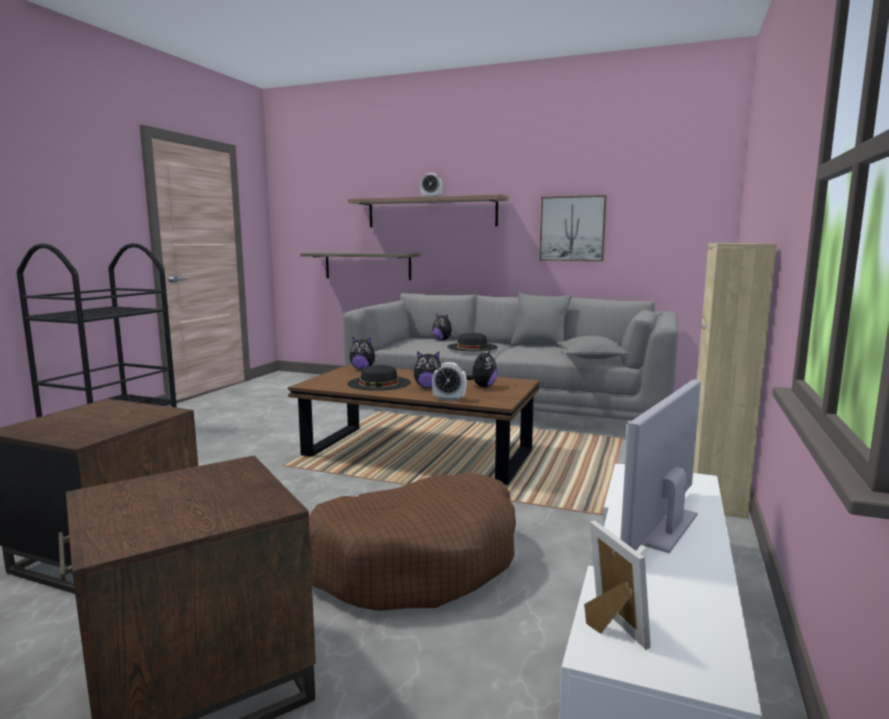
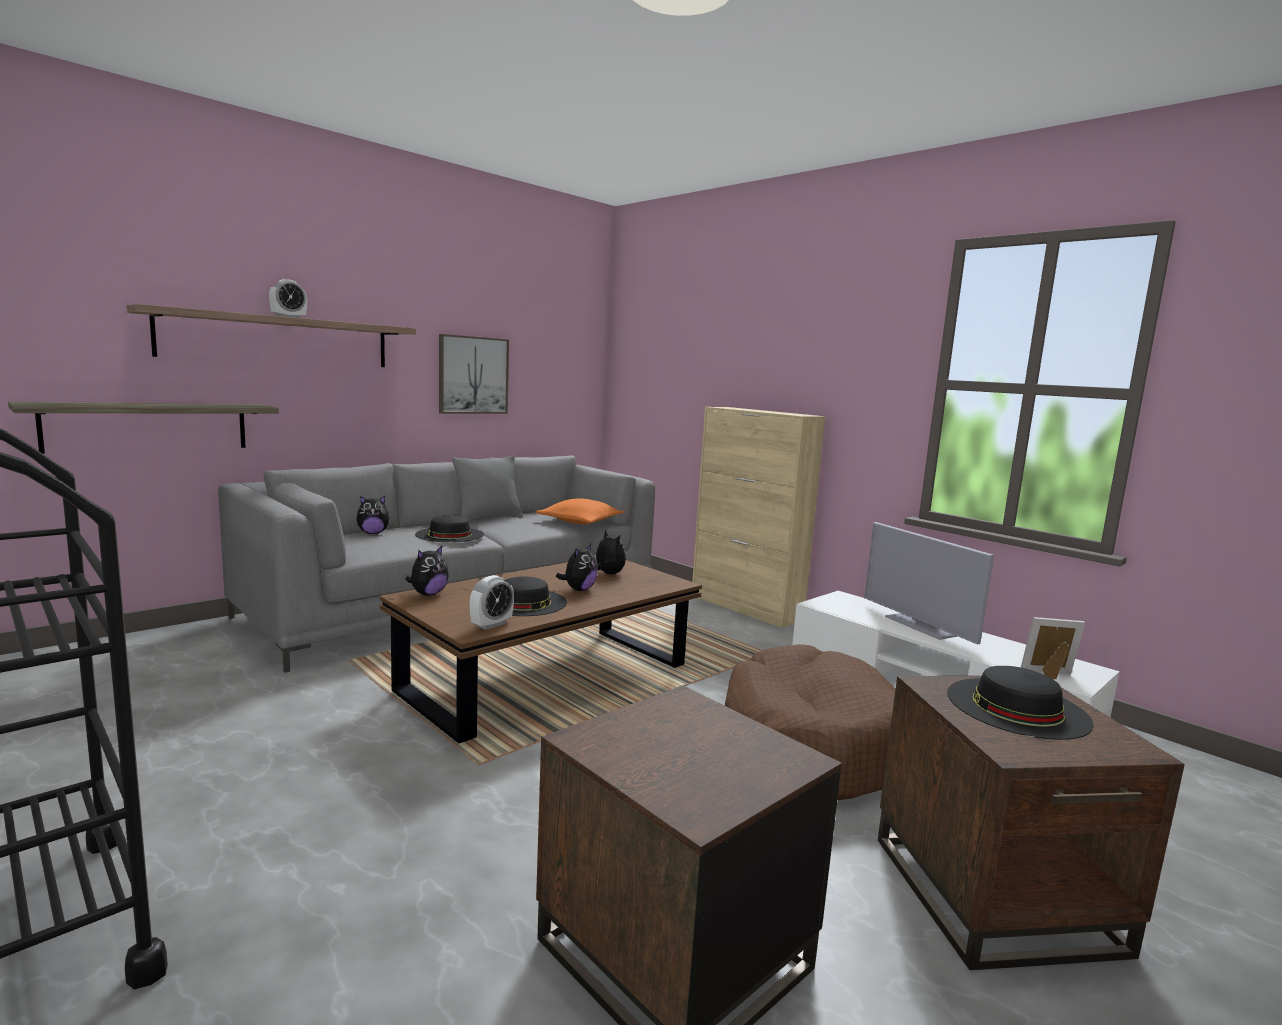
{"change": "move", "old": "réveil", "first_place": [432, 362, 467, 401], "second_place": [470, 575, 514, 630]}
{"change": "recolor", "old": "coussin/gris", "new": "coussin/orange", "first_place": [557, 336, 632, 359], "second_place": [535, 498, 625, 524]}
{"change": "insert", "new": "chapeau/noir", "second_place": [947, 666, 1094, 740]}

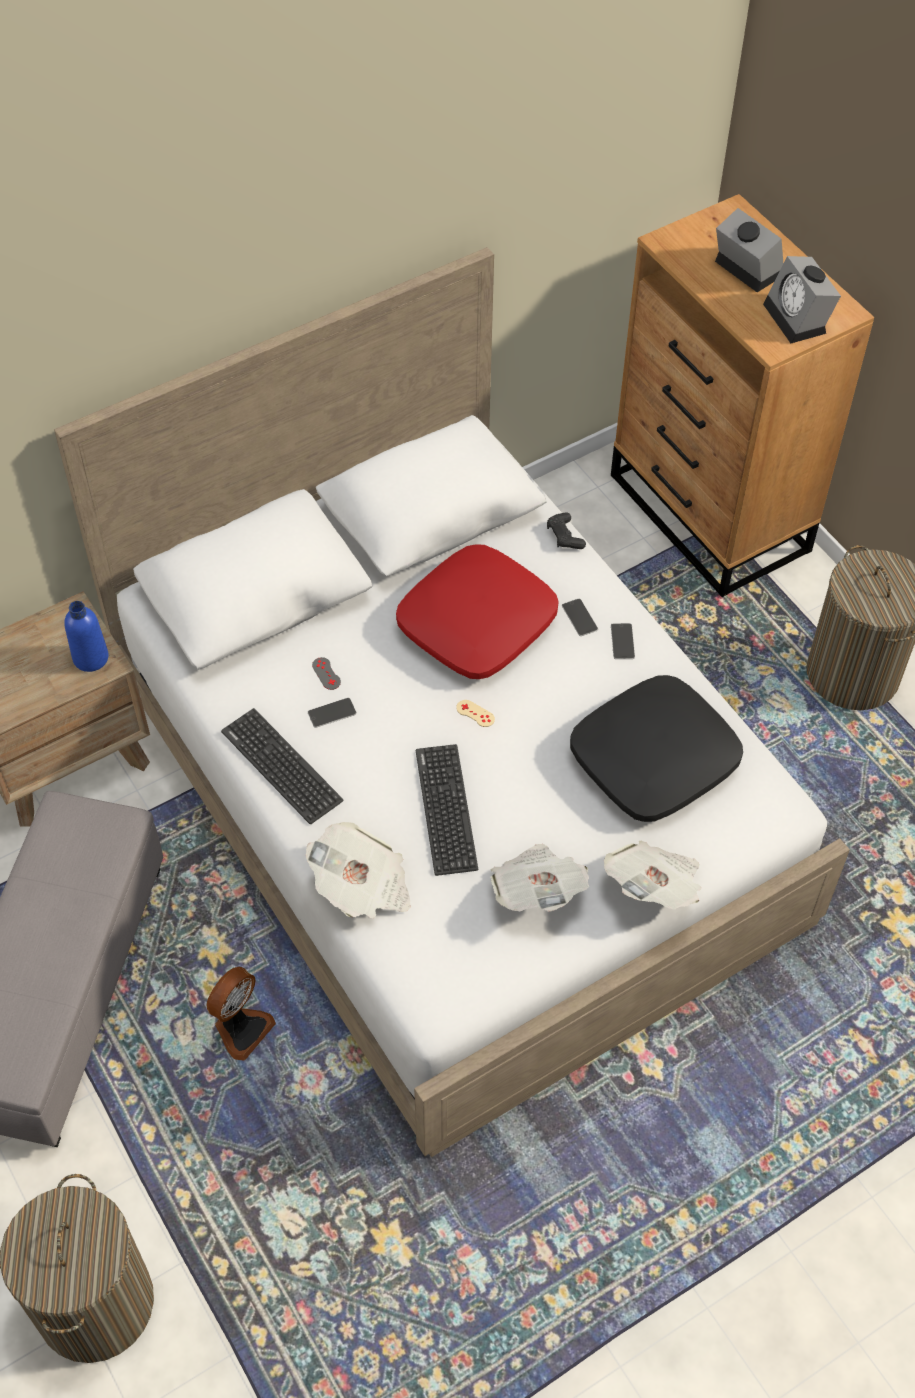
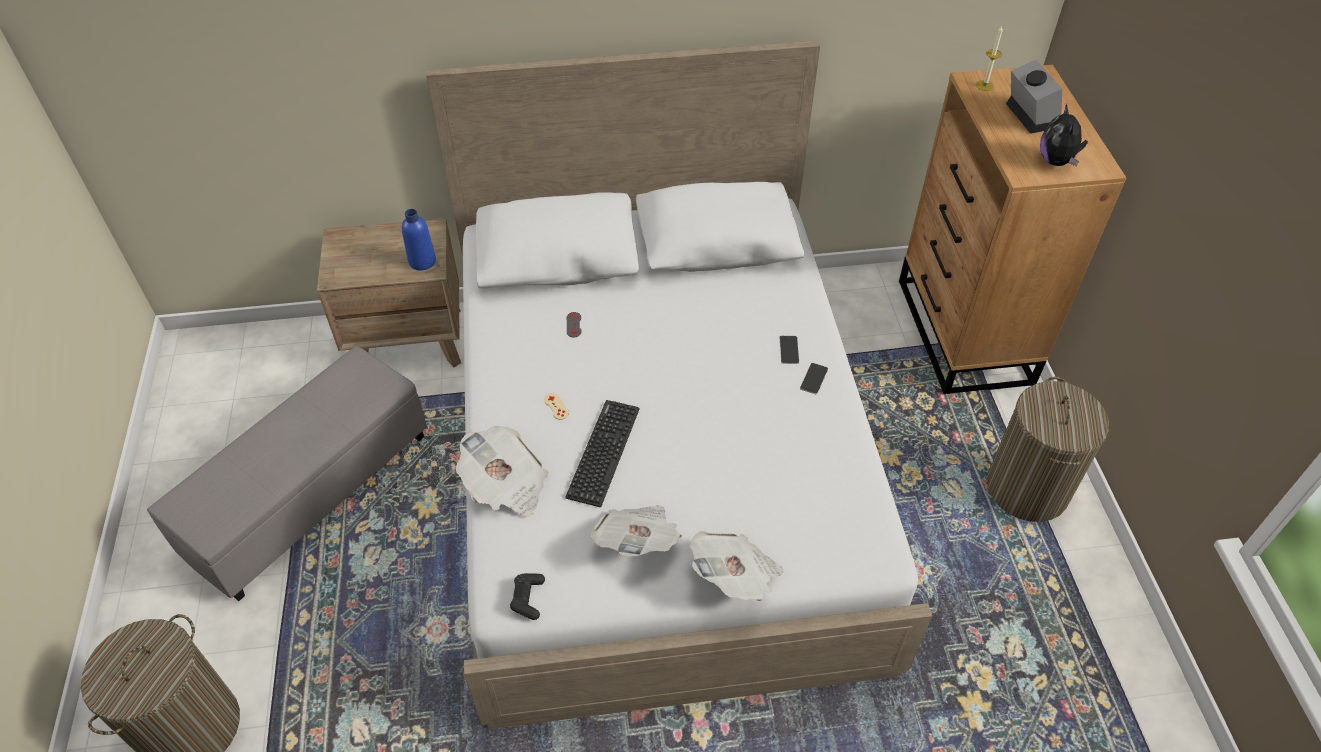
{"change": "move", "old": "manette/noir", "first_place": [547, 512, 586, 549], "second_place": [510, 573, 545, 620]}
{"change": "move", "old": "manette/beige", "first_place": [456, 700, 495, 727], "second_place": [544, 393, 569, 420]}
{"change": "insert", "new": "bougie", "second_place": [976, 26, 1003, 91]}
{"change": "replace", "old": "réveil", "new": "peluche", "first_place": [763, 256, 841, 343], "second_place": [1040, 104, 1088, 167]}
{"change": "delete", "old": "ventilateur", "first_place": [206, 967, 276, 1061]}
{"change": "delete", "old": "clavier", "first_place": [221, 708, 343, 824]}
{"change": "delete", "old": "téléphone", "first_place": [308, 698, 357, 728]}
{"change": "delete", "old": "coussin/rouge", "first_place": [396, 544, 558, 679]}
{"change": "delete", "old": "coussin/noir", "first_place": [570, 675, 743, 822]}

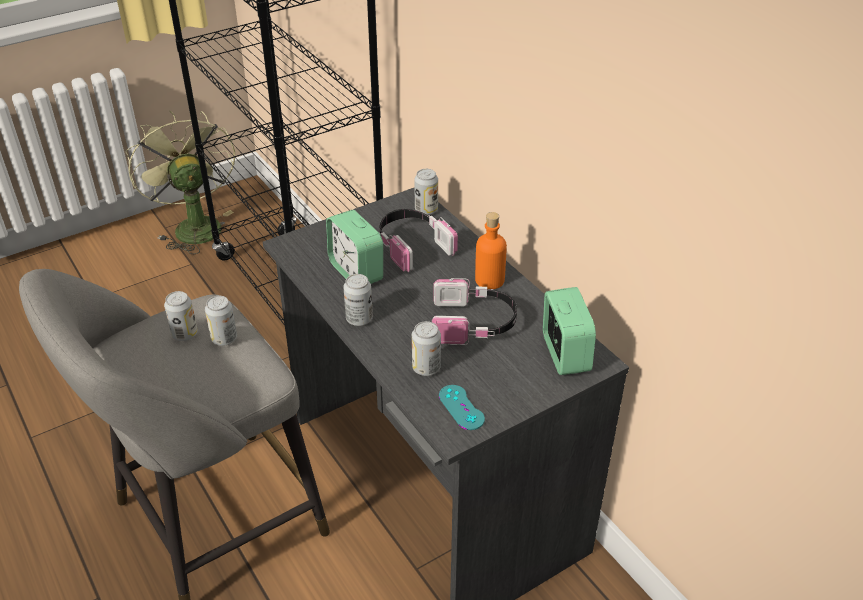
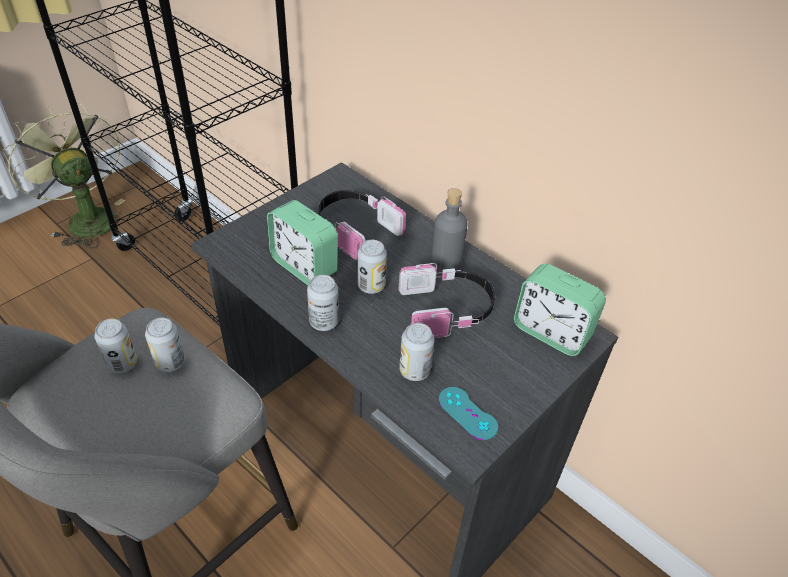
{"change": "move", "old": "boîte métallique", "first_place": [414, 169, 438, 215], "second_place": [357, 240, 387, 294]}
{"change": "recolor", "old": "bouteille/orange", "new": "bouteille/gris", "first_place": [475, 212, 507, 289], "second_place": [432, 188, 468, 269]}
{"change": "rotate", "old": "réveil", "first_place": [543, 287, 596, 375], "second_place": [514, 264, 606, 356], "degrees": 150}

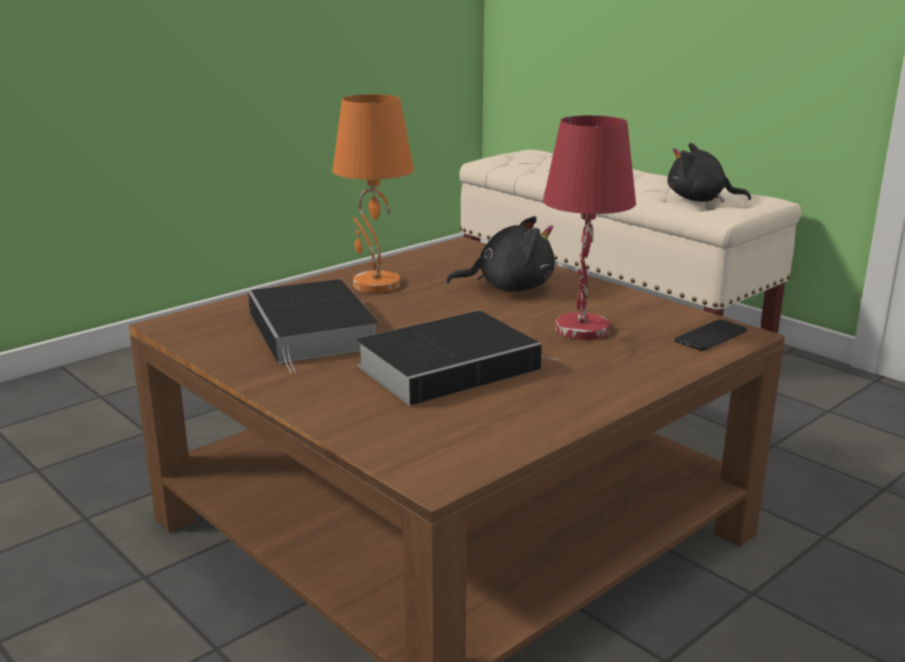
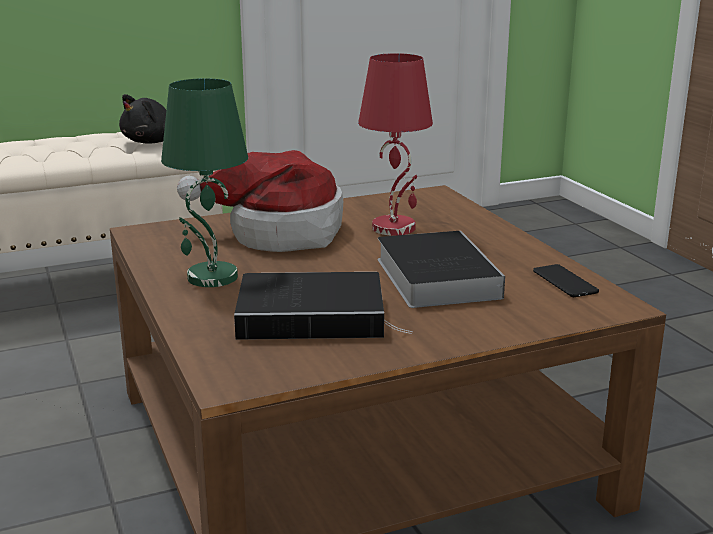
{"change": "recolor", "old": "lampe de table/orange", "new": "lampe de table/vert", "first_place": [333, 94, 414, 293], "second_place": [161, 78, 248, 287]}
{"change": "replace", "old": "peluche/noir", "new": "chapeau", "first_place": [446, 216, 555, 292], "second_place": [177, 150, 343, 252]}
{"change": "move", "old": "téléphone", "first_place": [675, 319, 747, 351], "second_place": [533, 264, 599, 297]}

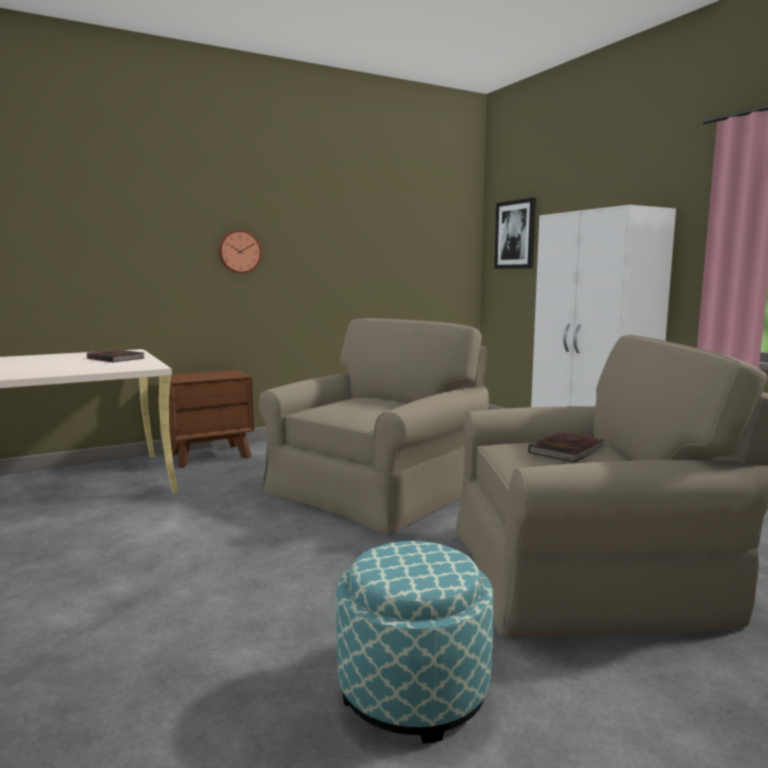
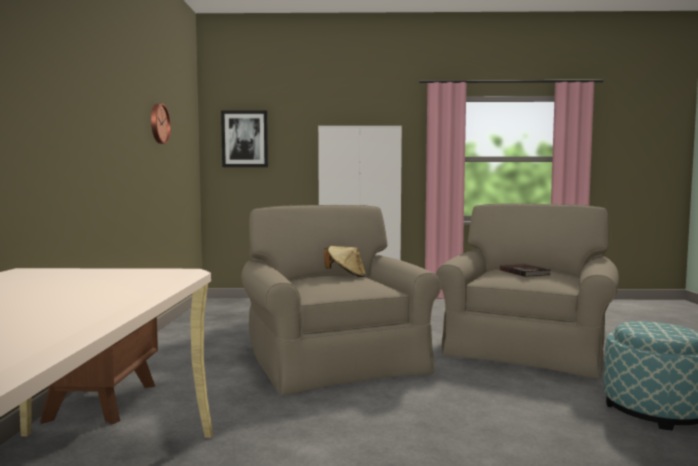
{"change": "move", "old": "horloge murale", "first_place": [218, 230, 262, 274], "second_place": [151, 103, 171, 144]}
{"change": "insert", "new": "chapeau/beige", "second_place": [324, 246, 366, 277]}
{"change": "delete", "old": "livre/marron", "first_place": [87, 349, 144, 363]}

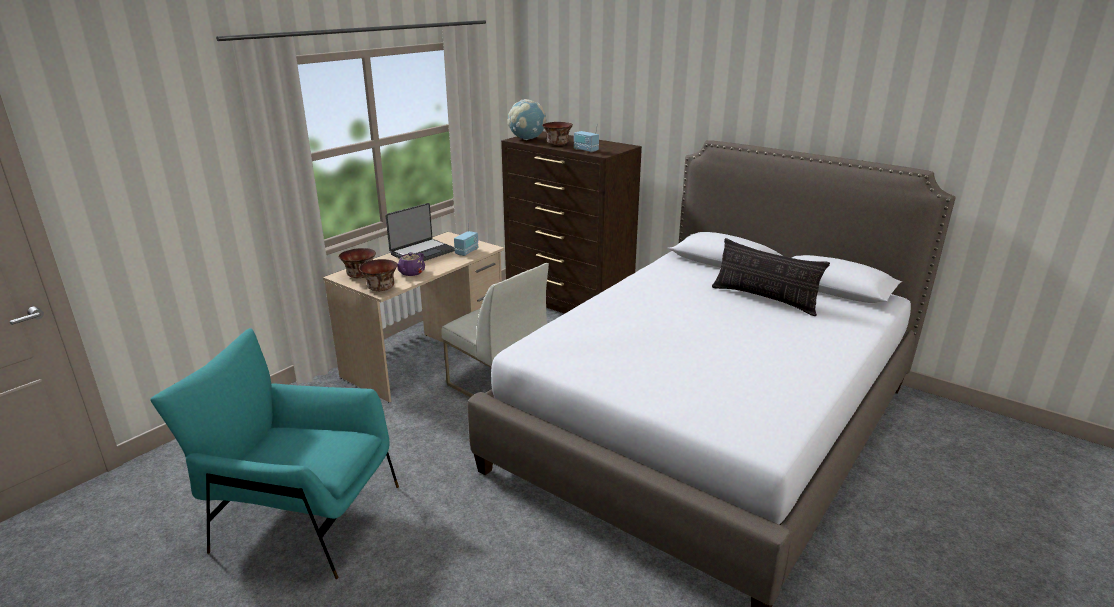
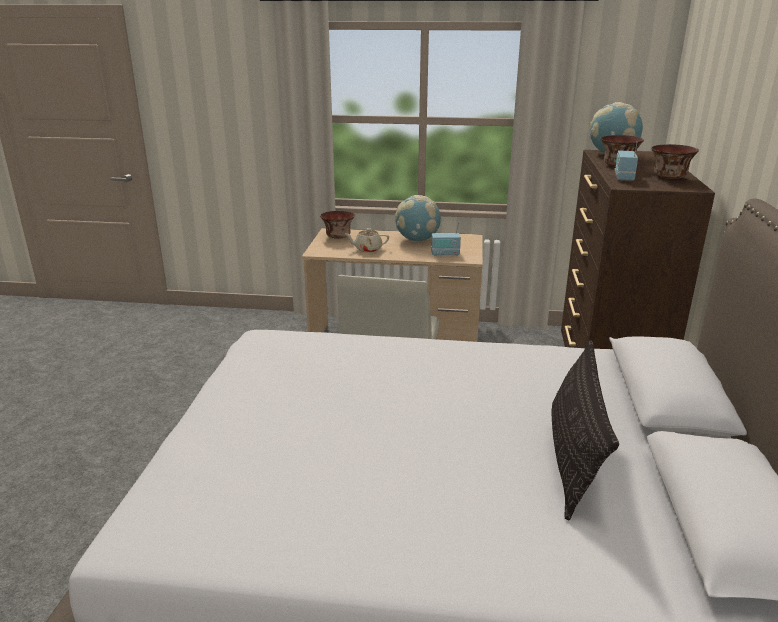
{"change": "recolor", "old": "théière/violet", "new": "théière/beige", "first_place": [397, 252, 425, 276], "second_place": [345, 228, 389, 253]}
{"change": "replace", "old": "ordinateur portable", "new": "globe", "first_place": [385, 203, 455, 261], "second_place": [395, 195, 441, 242]}
{"change": "move", "old": "bol", "first_place": [359, 259, 397, 291], "second_place": [651, 144, 699, 179]}
{"change": "delete", "old": "fauteuil/turquoise", "first_place": [150, 328, 399, 579]}

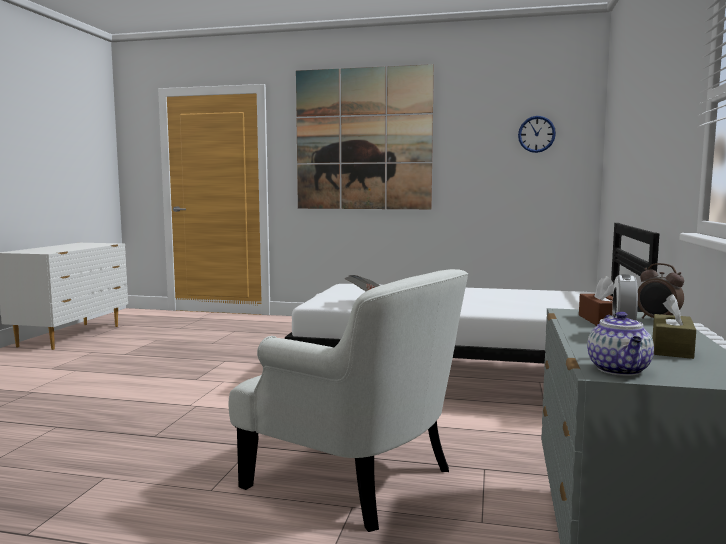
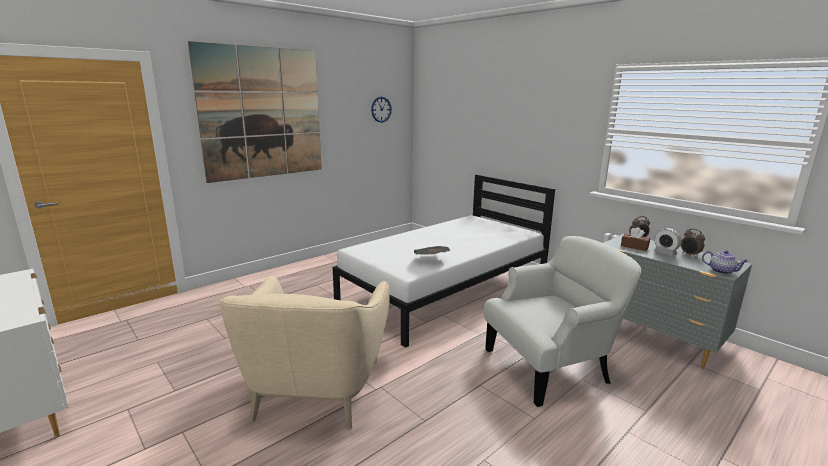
{"change": "insert", "new": "fauteuil/beige", "second_place": [220, 276, 390, 429]}
{"change": "replace", "old": "boîte à mouchoirs/marron", "new": "réveil", "first_place": [652, 294, 696, 359], "second_place": [681, 229, 705, 257]}

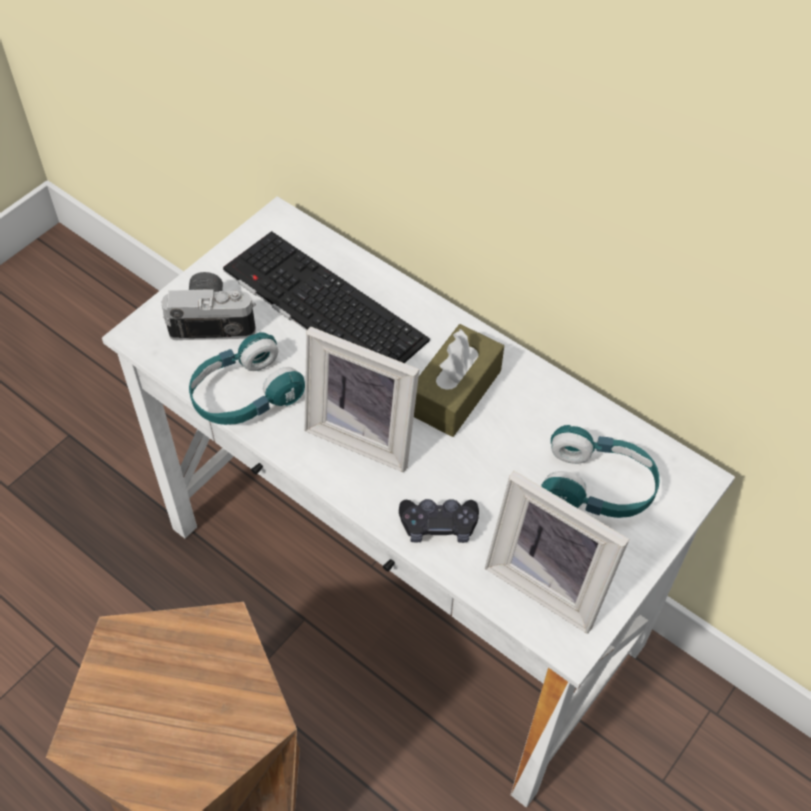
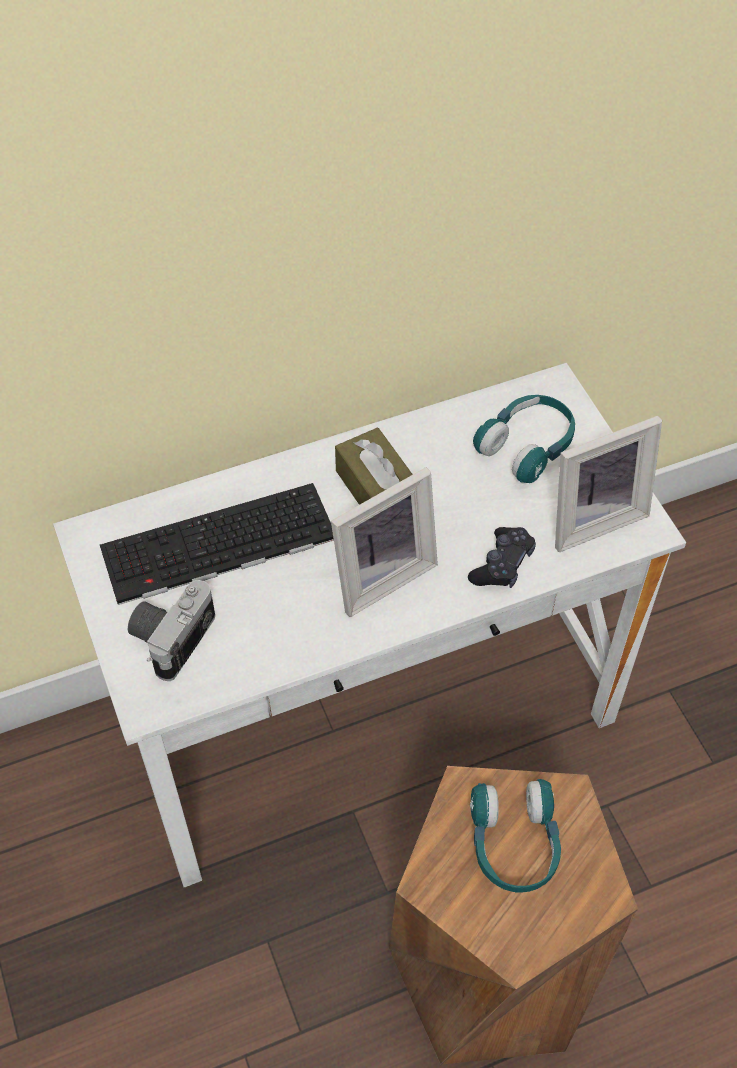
{"change": "move", "old": "casque audio/turquoise", "first_place": [189, 332, 305, 425], "second_place": [470, 779, 561, 892]}

